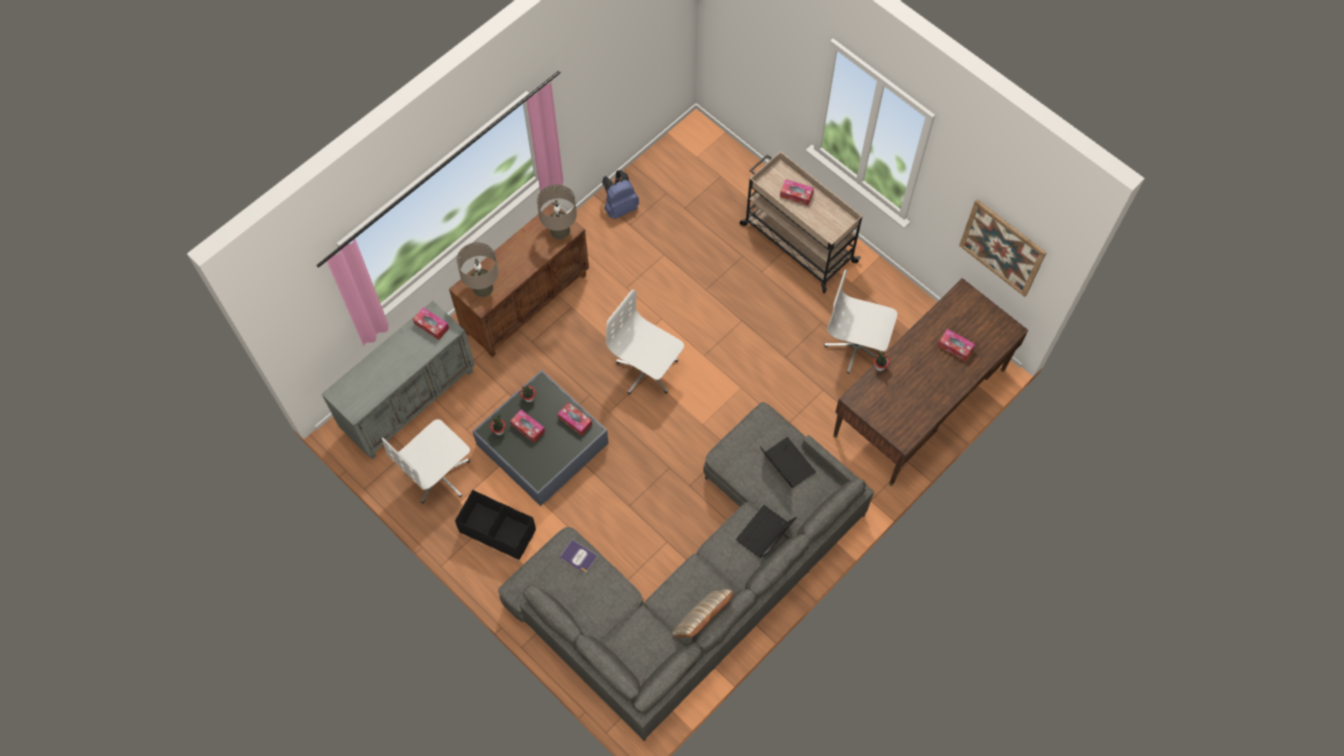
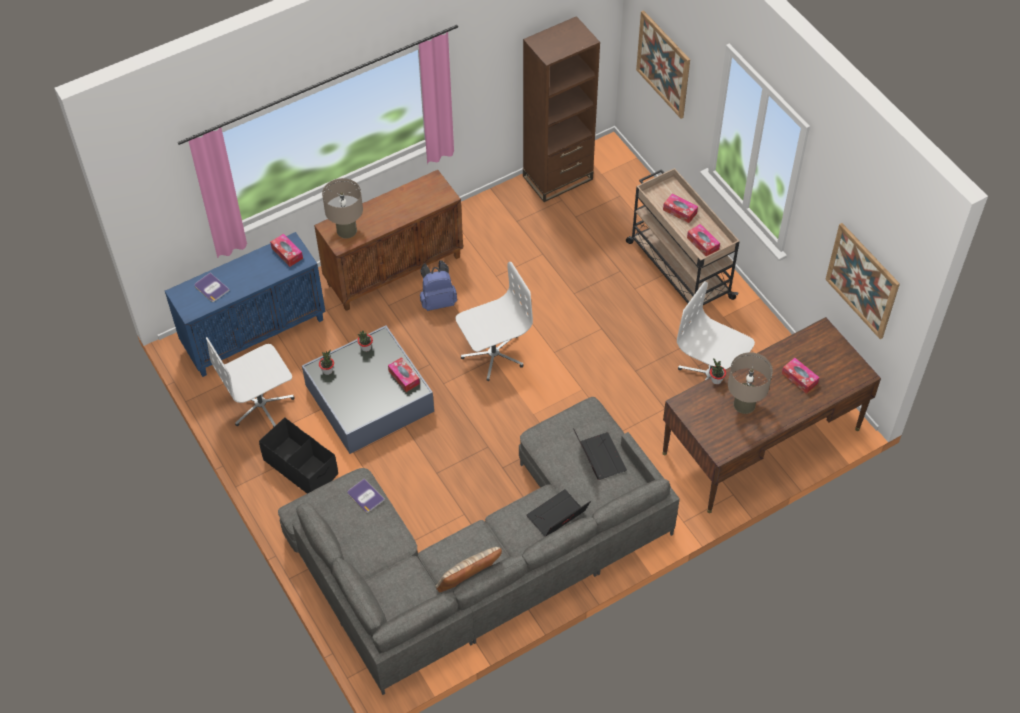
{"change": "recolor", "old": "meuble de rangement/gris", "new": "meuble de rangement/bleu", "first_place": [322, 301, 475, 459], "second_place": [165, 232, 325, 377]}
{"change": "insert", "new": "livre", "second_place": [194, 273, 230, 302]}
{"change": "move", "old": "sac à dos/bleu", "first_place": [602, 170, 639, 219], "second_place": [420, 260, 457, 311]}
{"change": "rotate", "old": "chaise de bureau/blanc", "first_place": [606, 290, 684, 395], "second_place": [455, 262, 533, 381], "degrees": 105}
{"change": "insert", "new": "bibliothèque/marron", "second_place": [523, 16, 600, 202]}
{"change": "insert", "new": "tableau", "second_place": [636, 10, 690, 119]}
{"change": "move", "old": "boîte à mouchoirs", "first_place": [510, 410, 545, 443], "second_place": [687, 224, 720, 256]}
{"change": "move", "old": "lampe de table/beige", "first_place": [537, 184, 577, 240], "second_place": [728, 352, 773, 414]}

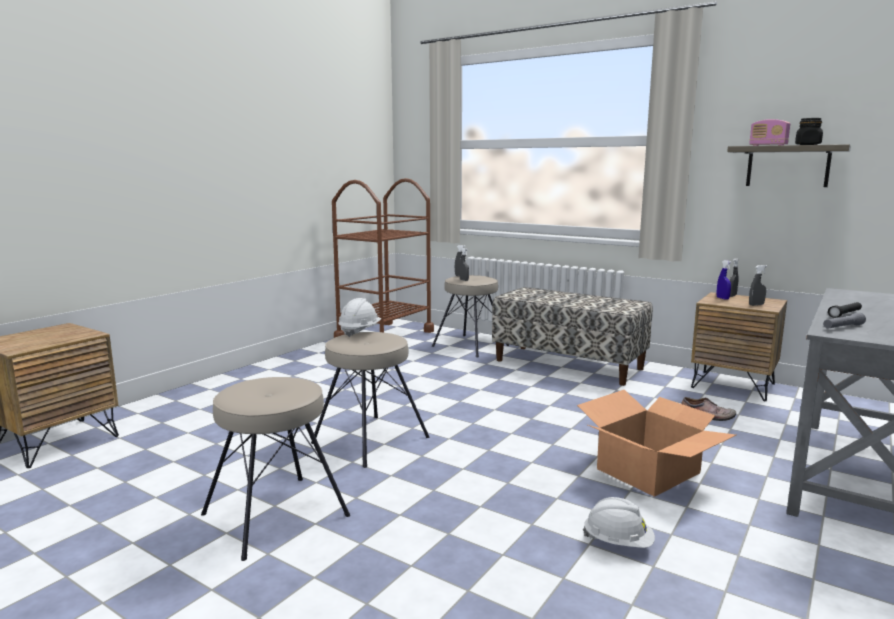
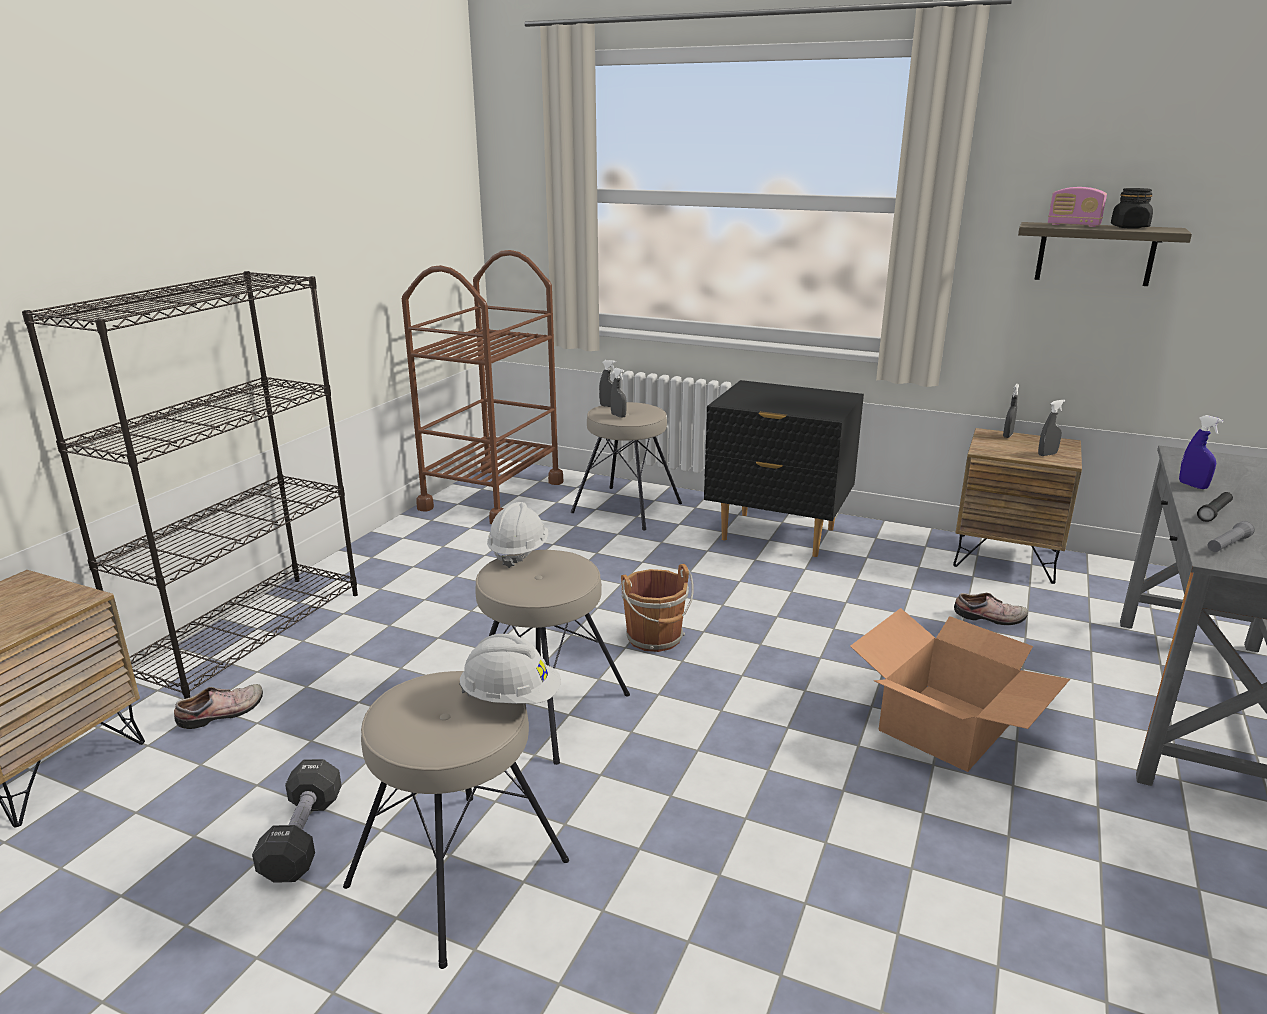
{"change": "insert", "new": "bibliothèque/noir", "second_place": [22, 271, 358, 699]}
{"change": "insert", "new": "chaussure", "second_place": [174, 684, 263, 729]}
{"change": "insert", "new": "haltère/noir", "second_place": [252, 759, 342, 883]}
{"change": "move", "old": "casque de chantier/blanc", "first_place": [583, 497, 655, 548], "second_place": [459, 634, 561, 704]}
{"change": "insert", "new": "seau/marron", "second_place": [621, 564, 694, 652]}
{"change": "replace", "old": "banc", "new": "table de chevet/noir", "first_place": [492, 287, 653, 386], "second_place": [704, 380, 864, 557]}
{"change": "move", "old": "vaporisateur/bleu", "first_place": [716, 260, 732, 300], "second_place": [1179, 415, 1224, 489]}

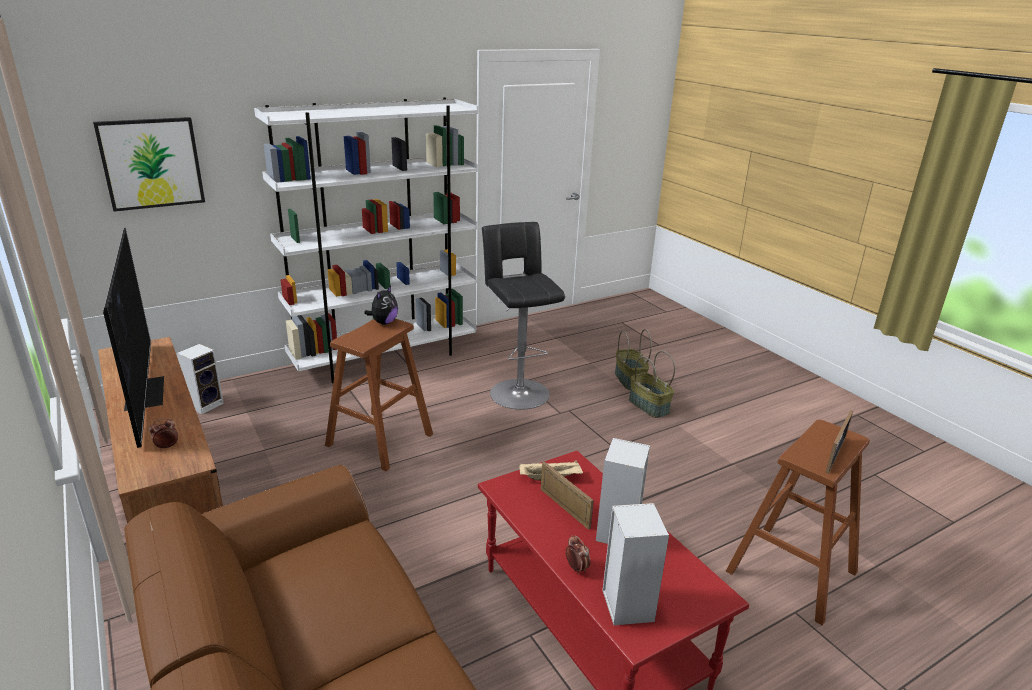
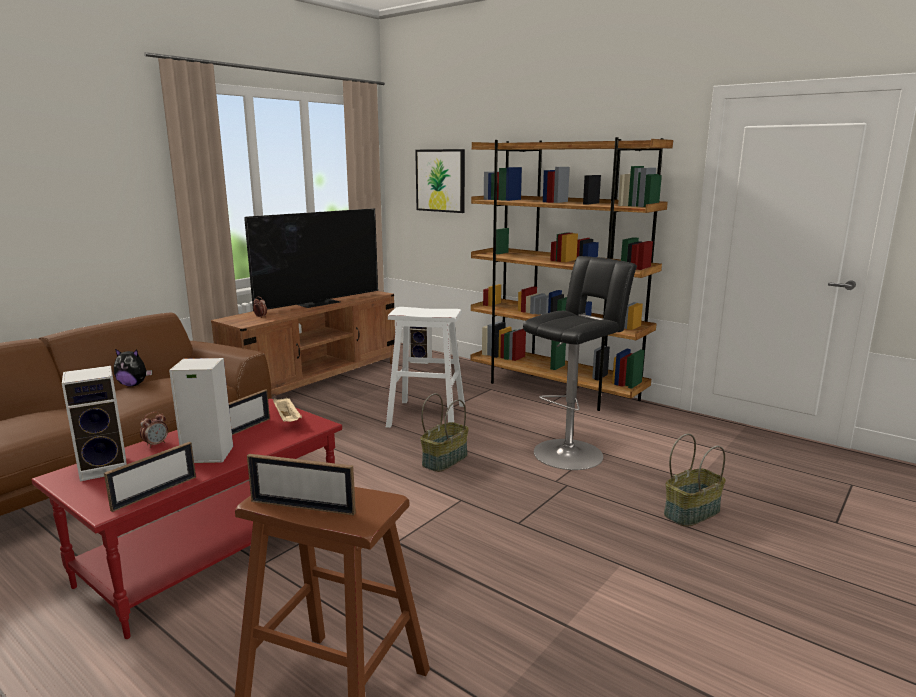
{"change": "insert", "new": "cadre photo", "second_place": [104, 442, 196, 512]}
{"change": "move", "old": "peluche", "first_place": [364, 286, 398, 325], "second_place": [114, 349, 152, 386]}
{"change": "recolor", "old": "tabouret/marron", "new": "tabouret/blanc", "first_place": [325, 319, 433, 471], "second_place": [386, 307, 465, 428]}
{"change": "move", "old": "panier", "first_place": [629, 351, 675, 418], "second_place": [420, 393, 469, 472]}
{"change": "recolor", "old": "bibliothèque/blanc", "new": "bibliothèque/marron", "first_place": [254, 97, 478, 383], "second_place": [470, 137, 673, 411]}

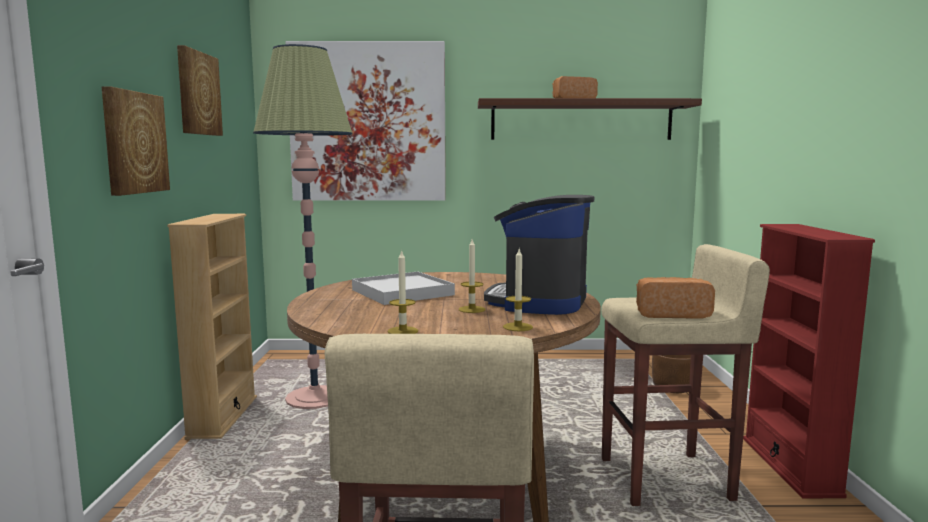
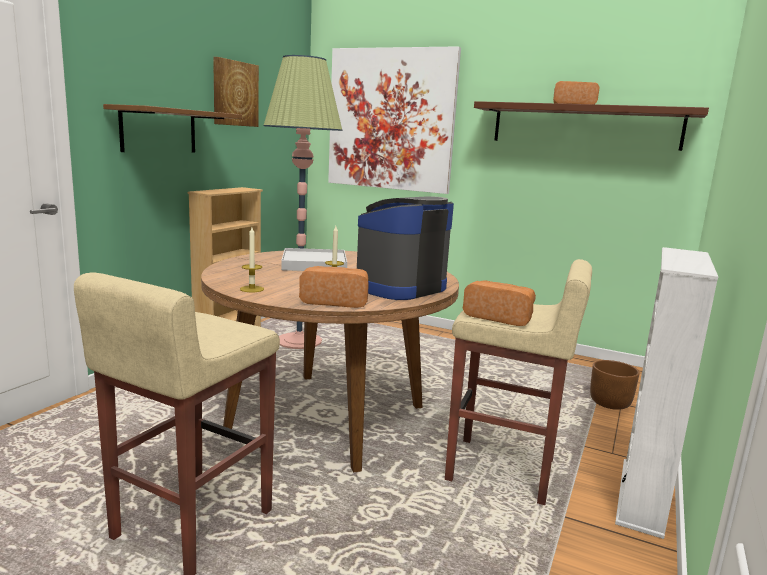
{"change": "replace", "old": "tableau", "new": "étagère/marron", "first_place": [102, 86, 170, 196], "second_place": [103, 104, 242, 153]}
{"change": "replace", "old": "bougie", "new": "pain", "first_place": [503, 249, 533, 331], "second_place": [299, 266, 369, 308]}
{"change": "recolor", "old": "bibliothèque/rouge", "new": "bibliothèque/blanc", "first_place": [743, 224, 875, 498], "second_place": [615, 247, 718, 539]}

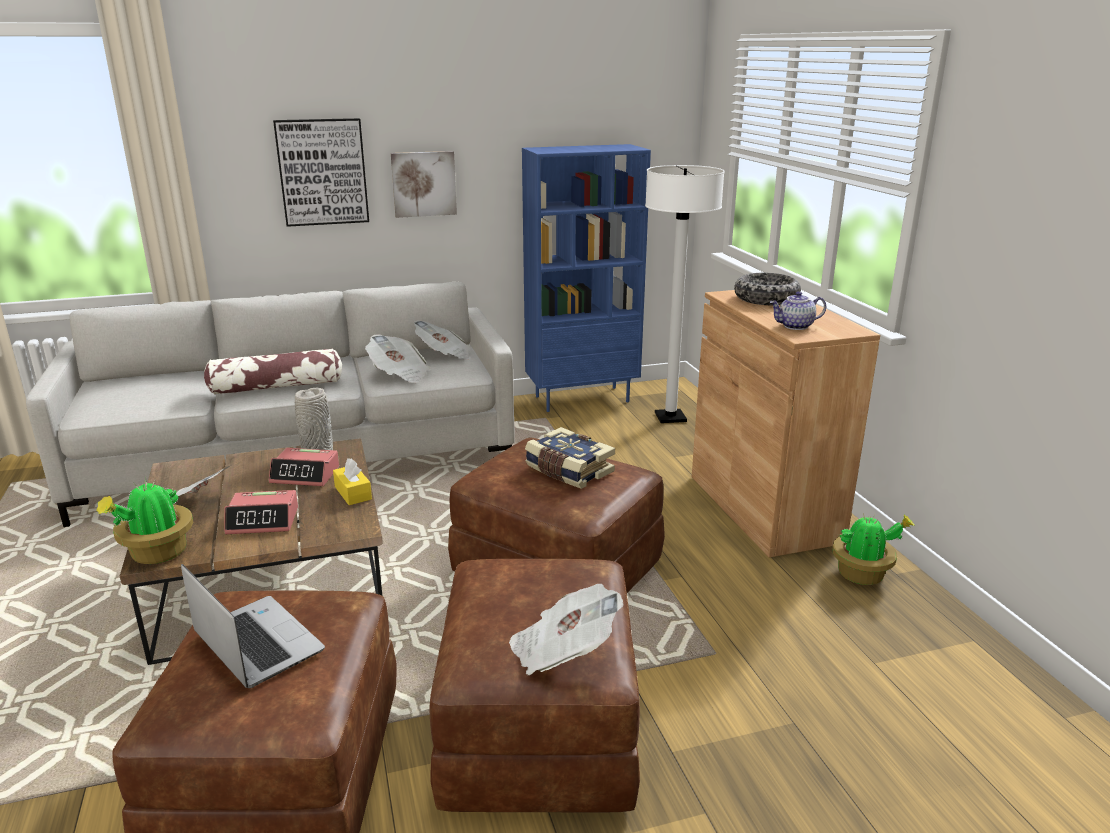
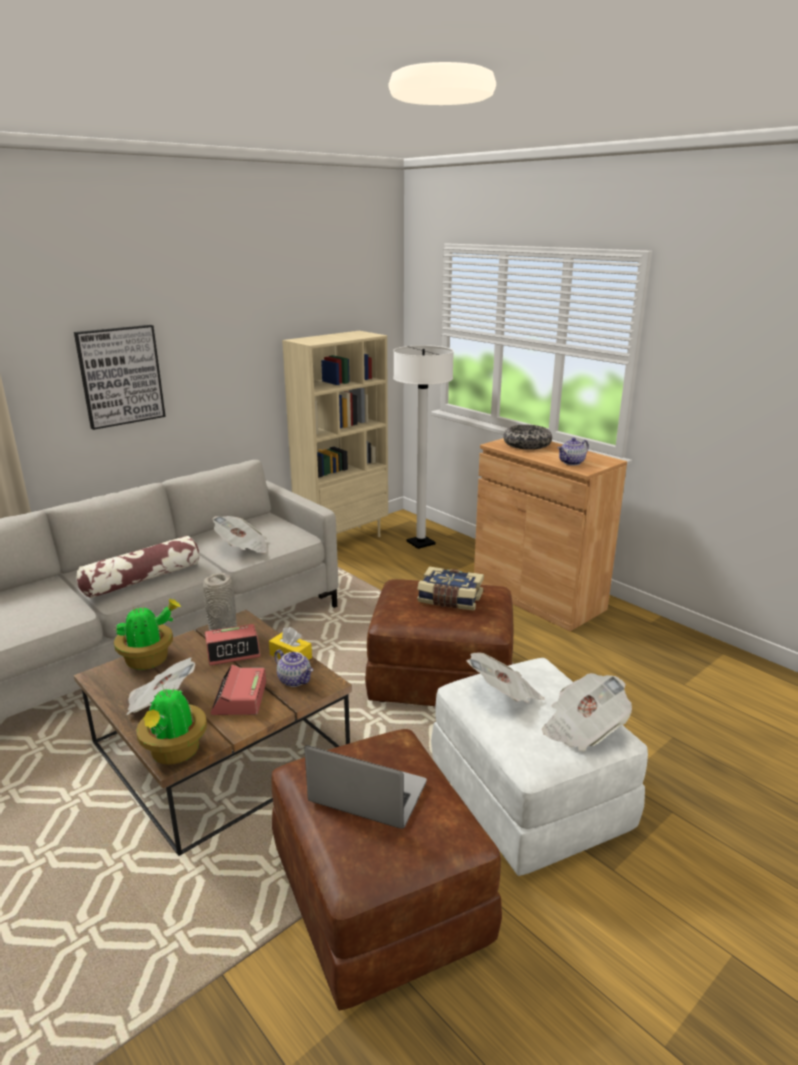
{"change": "move", "old": "plante en pot", "first_place": [832, 513, 915, 585], "second_place": [112, 599, 181, 670]}
{"change": "rotate", "old": "réveil", "first_place": [224, 490, 298, 534], "second_place": [211, 664, 266, 715], "degrees": 120}
{"change": "insert", "new": "théière", "second_place": [274, 650, 313, 687]}
{"change": "recolor", "old": "bibliothèque/bleu", "new": "bibliothèque/beige", "first_place": [522, 144, 651, 412], "second_place": [282, 331, 388, 537]}
{"change": "recolor", "old": "pouf/marron", "new": "pouf/blanc", "first_place": [430, 559, 640, 812], "second_place": [431, 658, 648, 876]}
{"change": "move", "old": "journal", "first_place": [414, 320, 470, 360], "second_place": [466, 652, 544, 703]}
{"change": "delete", "old": "tableau", "first_place": [391, 151, 457, 218]}

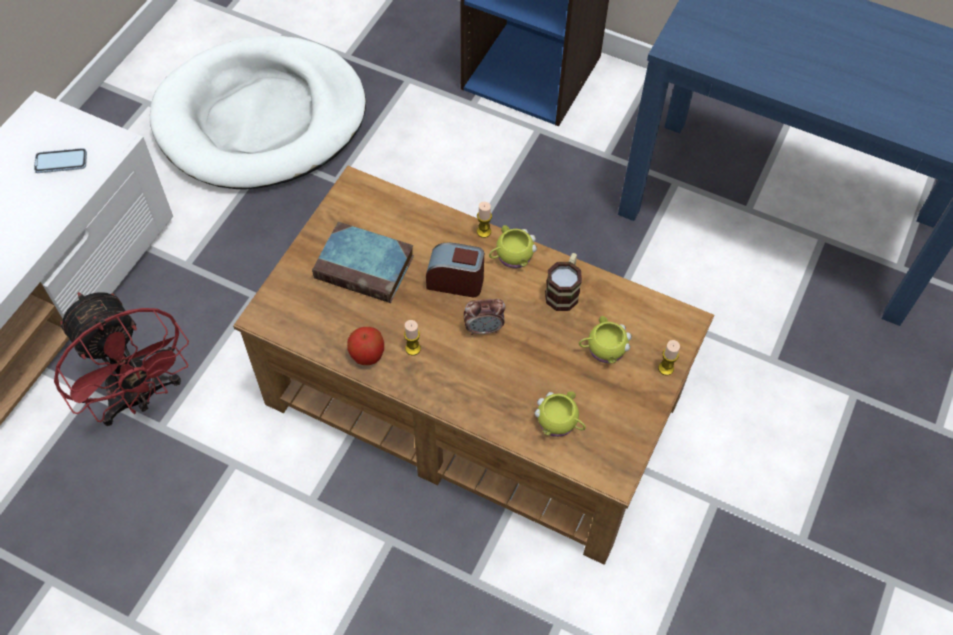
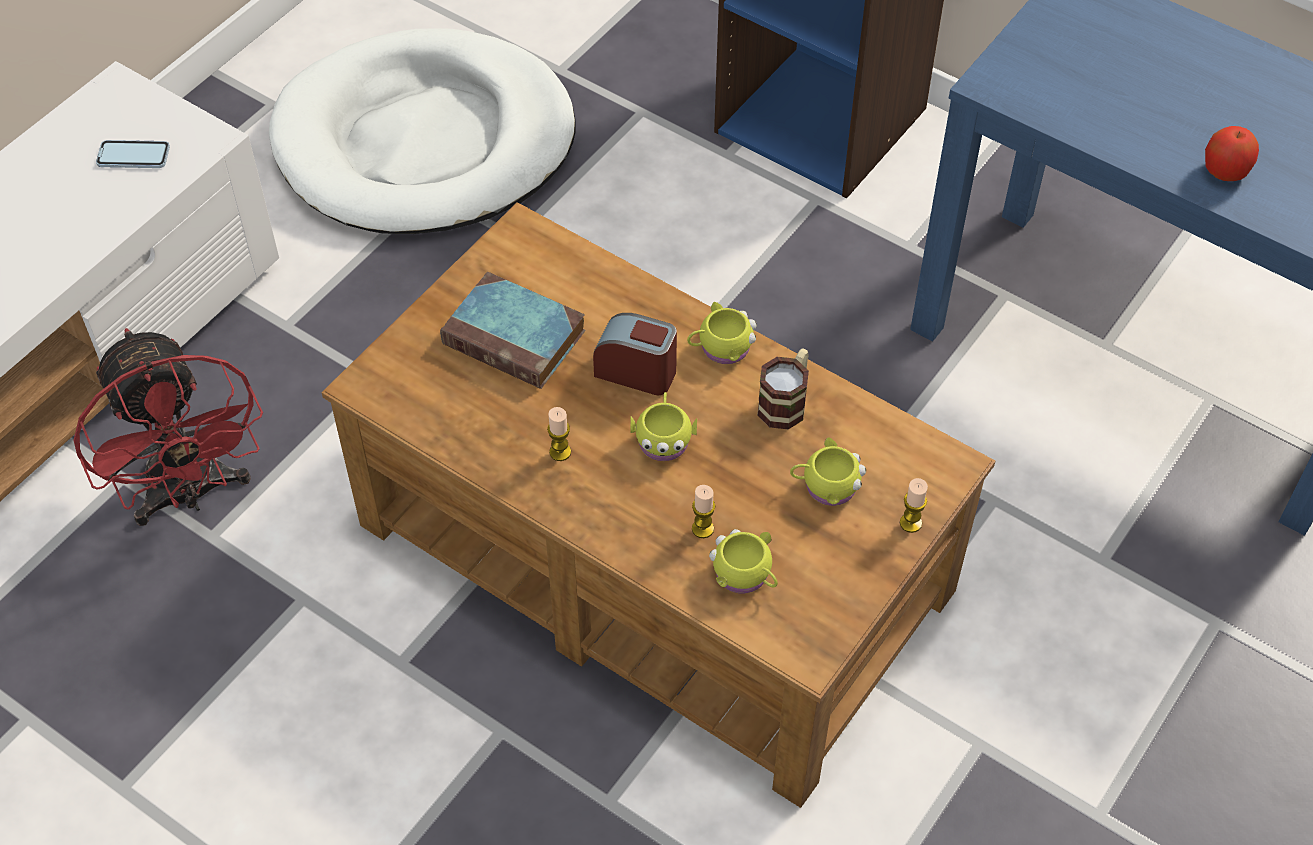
{"change": "replace", "old": "réveil", "new": "mug/jaune", "first_place": [464, 299, 506, 335], "second_place": [630, 392, 697, 461]}
{"change": "move", "old": "bougie", "first_place": [477, 202, 492, 238], "second_place": [692, 485, 716, 538]}
{"change": "move", "old": "pomme", "first_place": [347, 327, 384, 365], "second_place": [1205, 126, 1259, 181]}

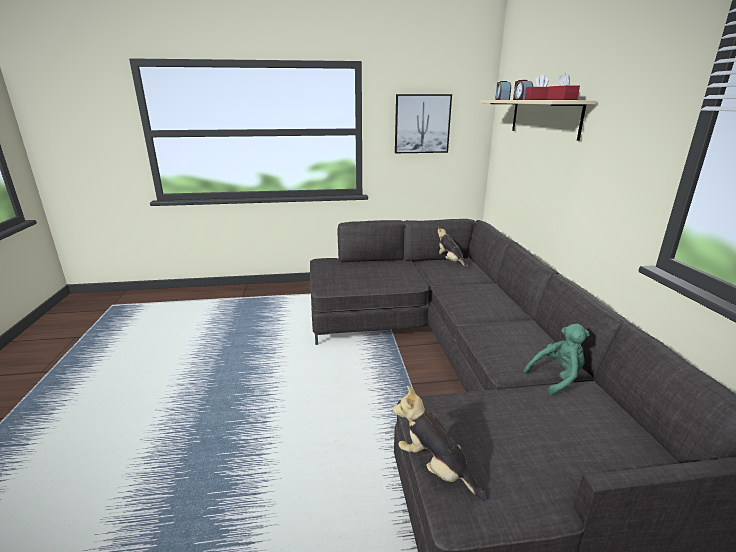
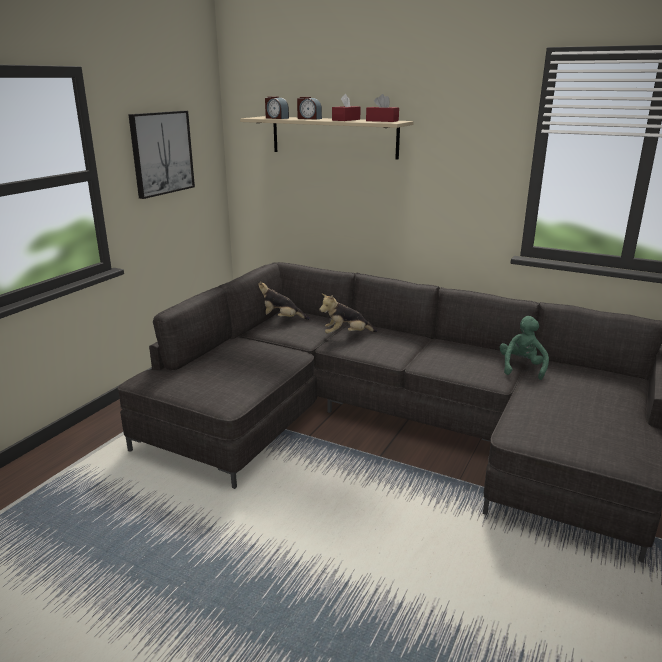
{"change": "move", "old": "peluche", "first_place": [393, 385, 488, 501], "second_place": [319, 294, 378, 334]}

